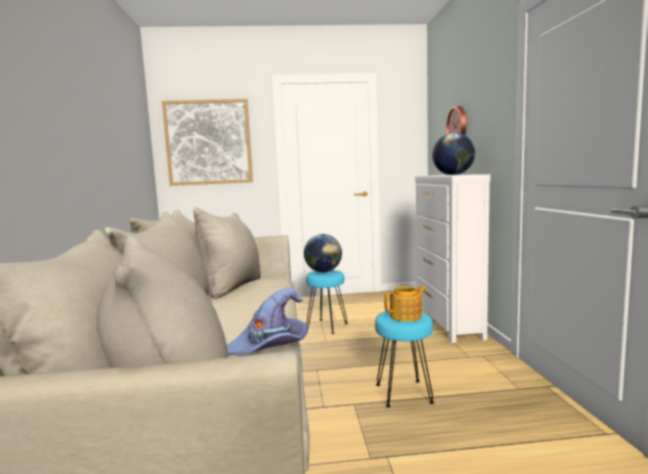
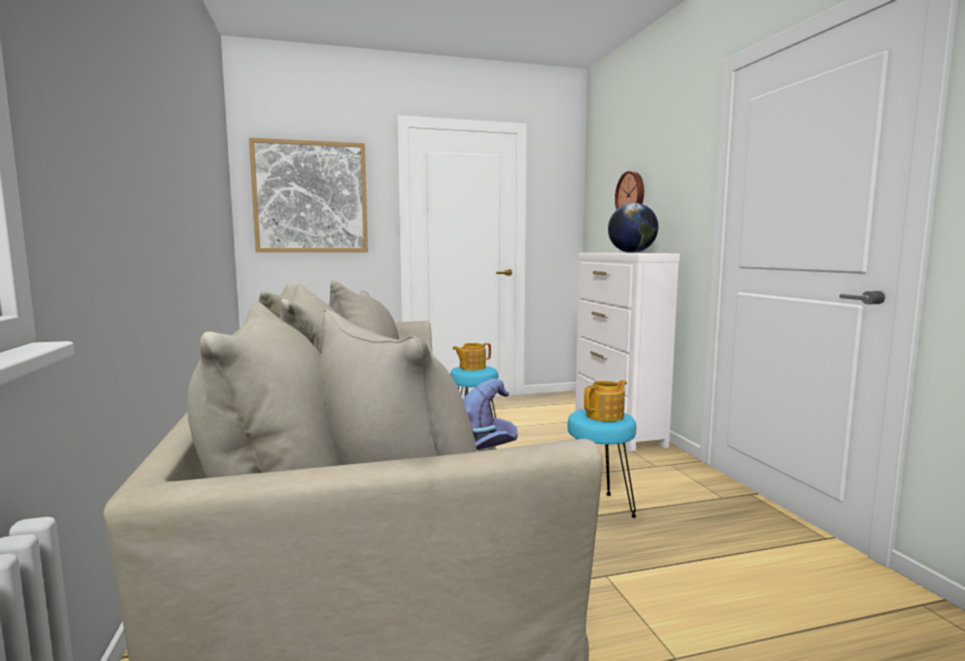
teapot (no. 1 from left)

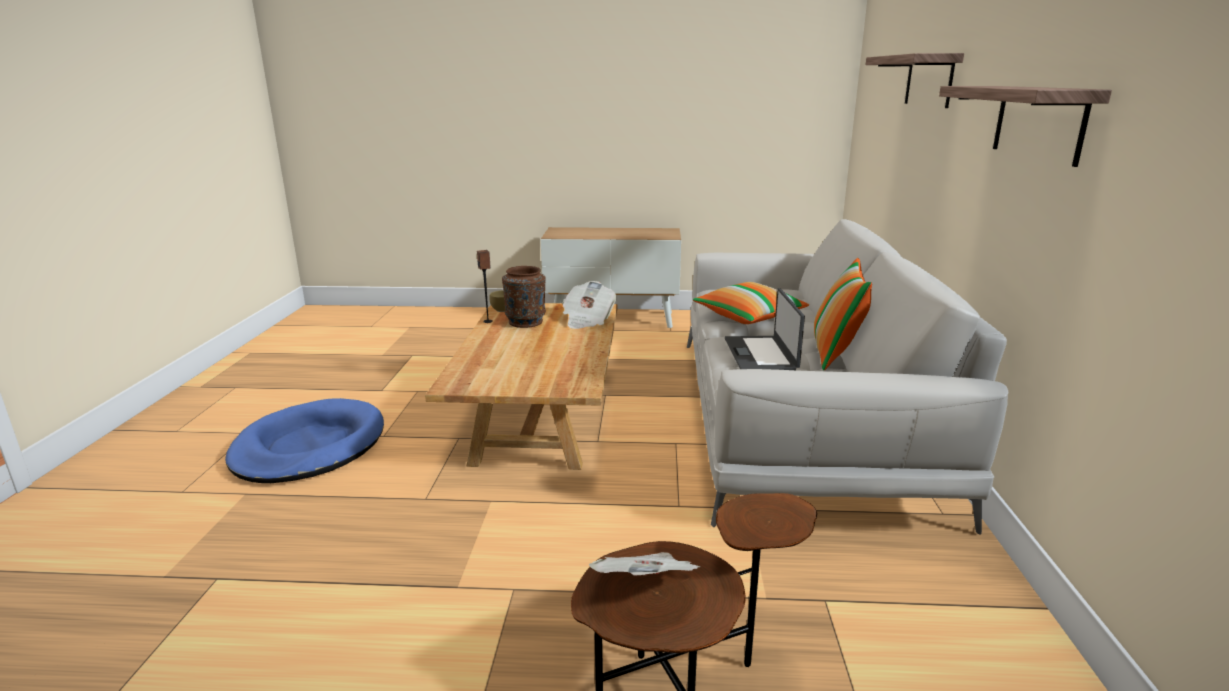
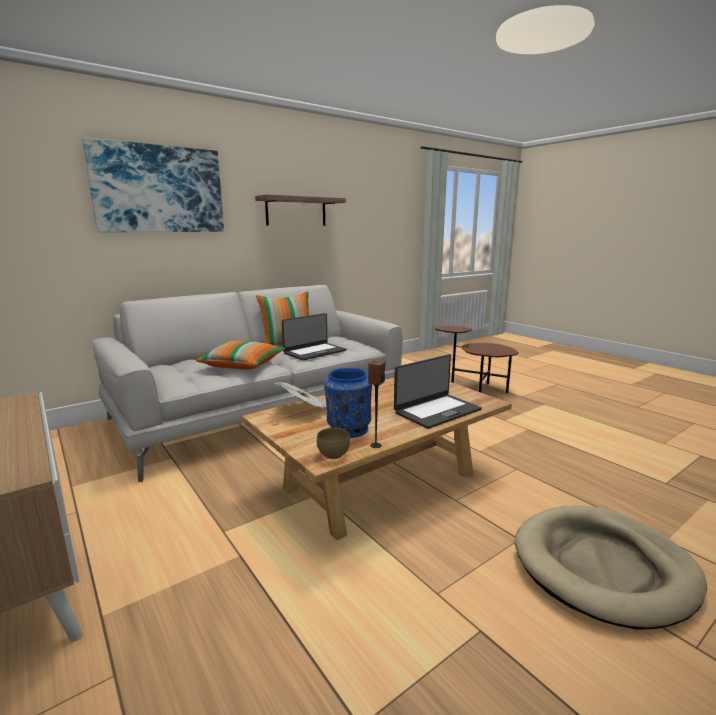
beige dog bed
blue vase
newspaper (no. 2 from left in the first image)
picture
laptop (no. 2 from left)

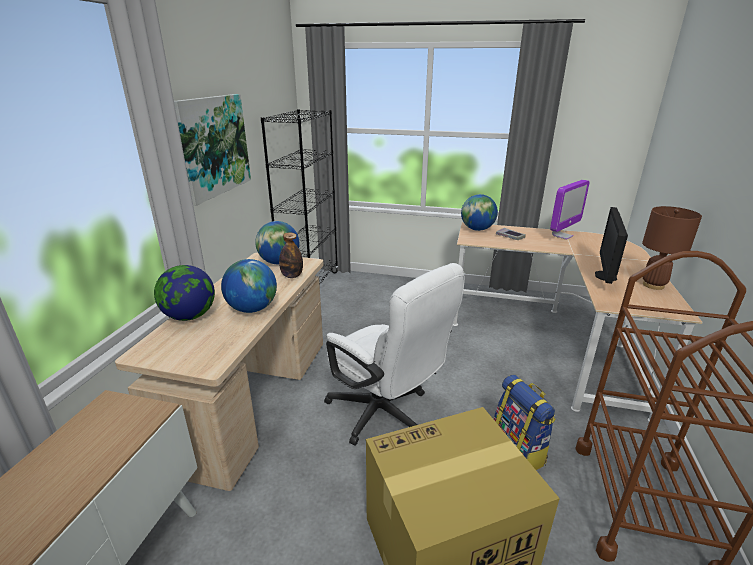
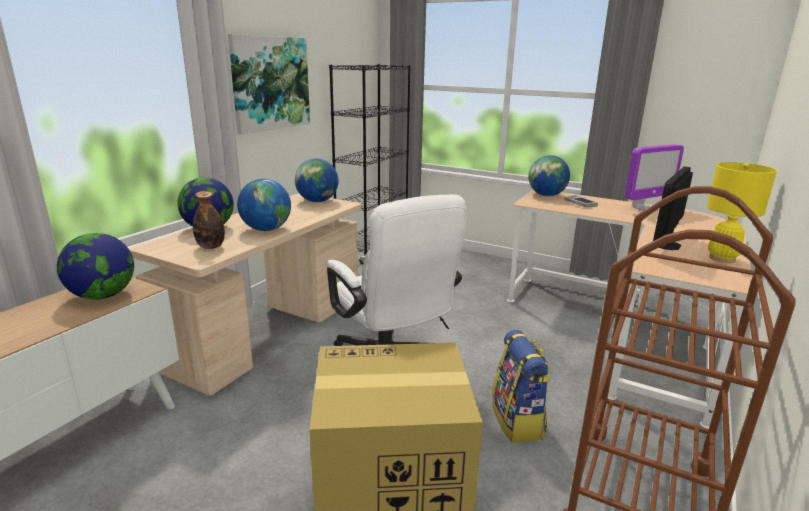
bottle
yellow table lamp
globe (no. 1 from left)

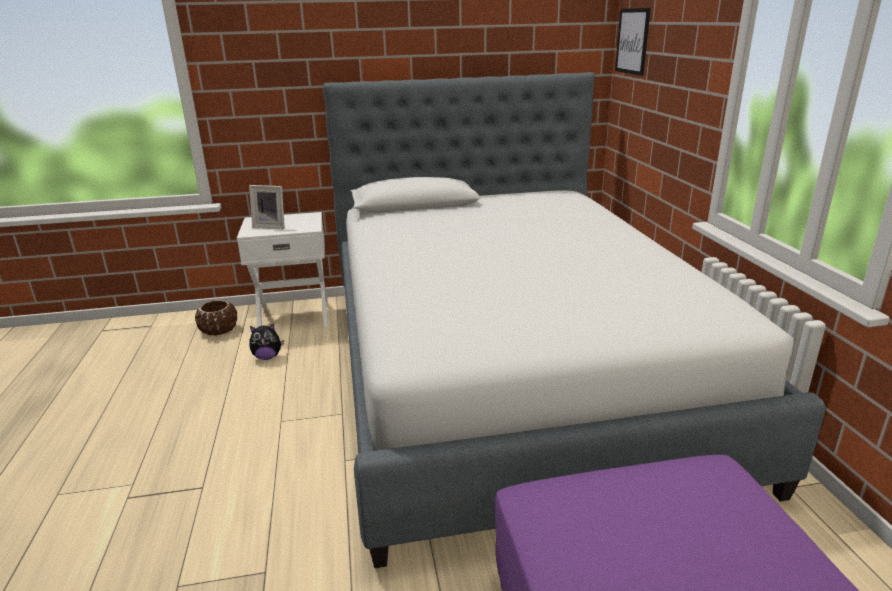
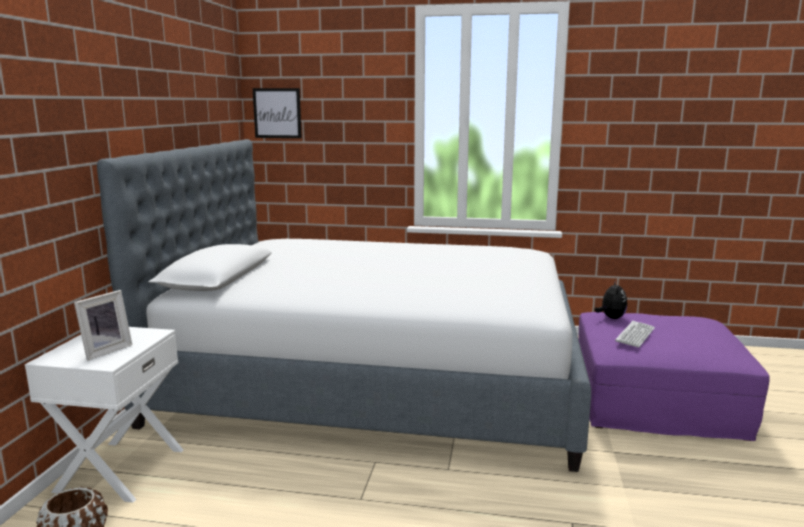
plush toy
keyboard

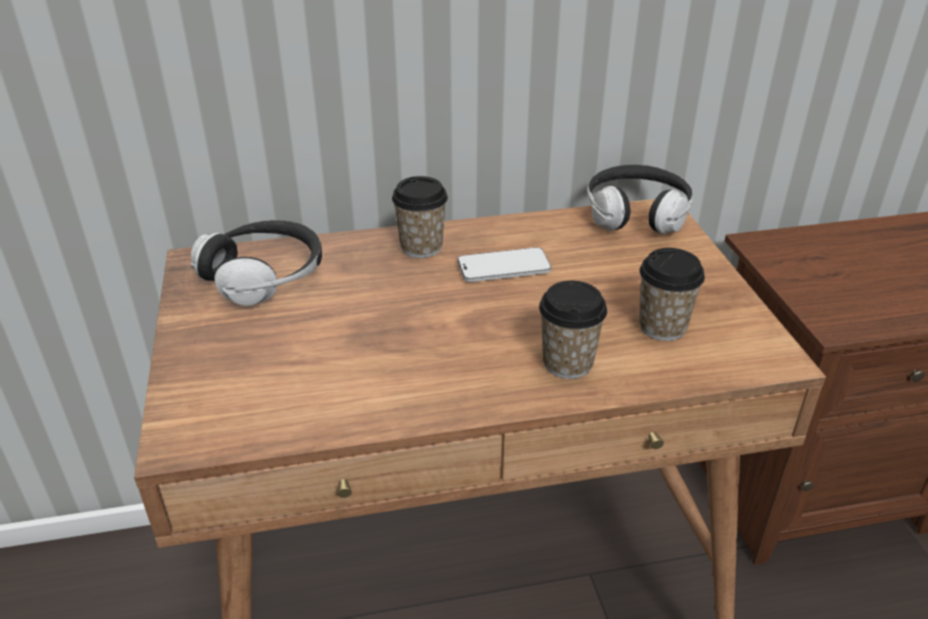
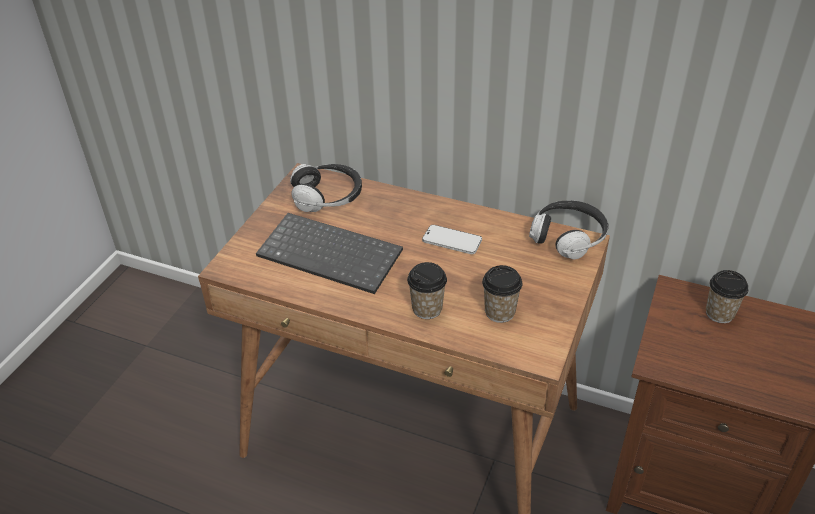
cup (no. 3 from left)
keyboard

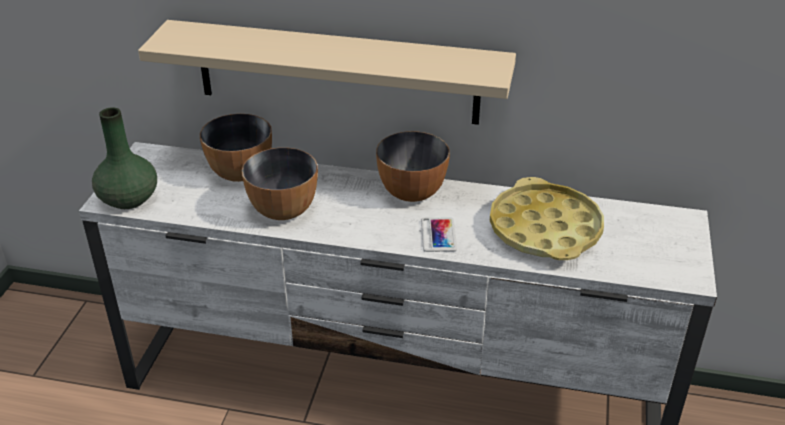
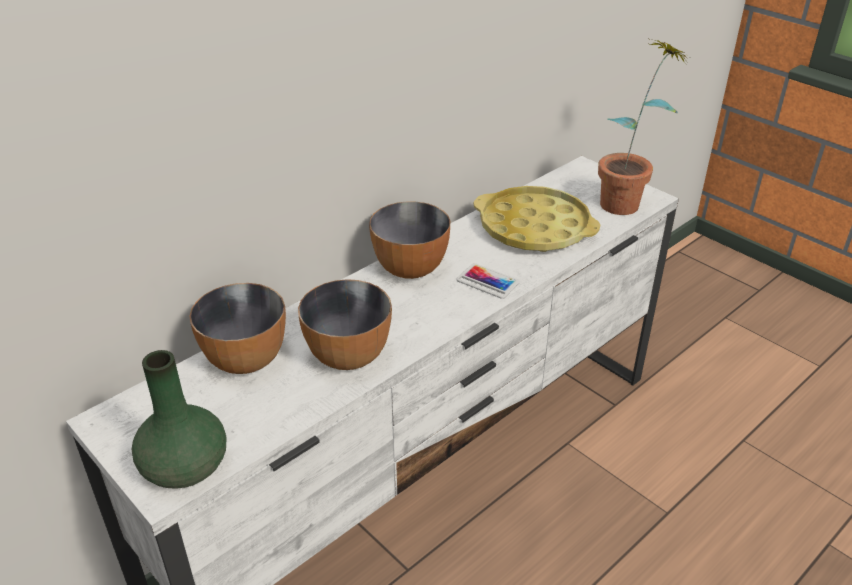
beige shelf
potted plant

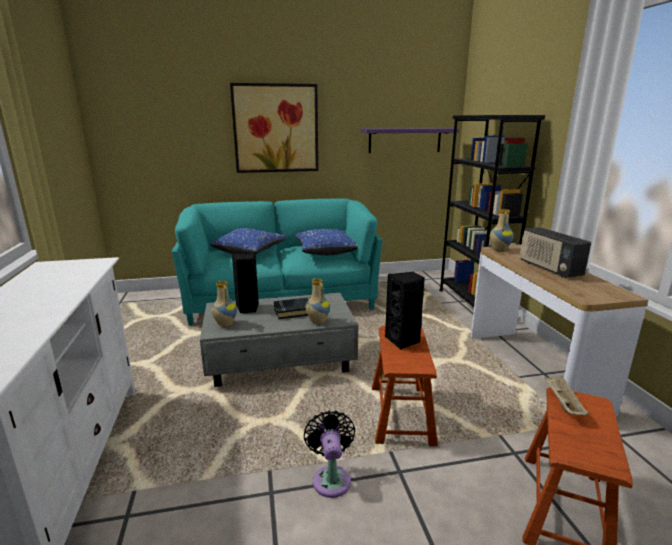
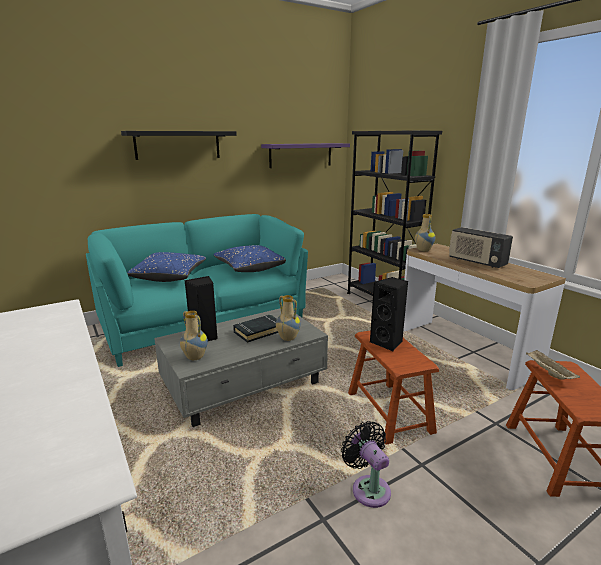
black shelf

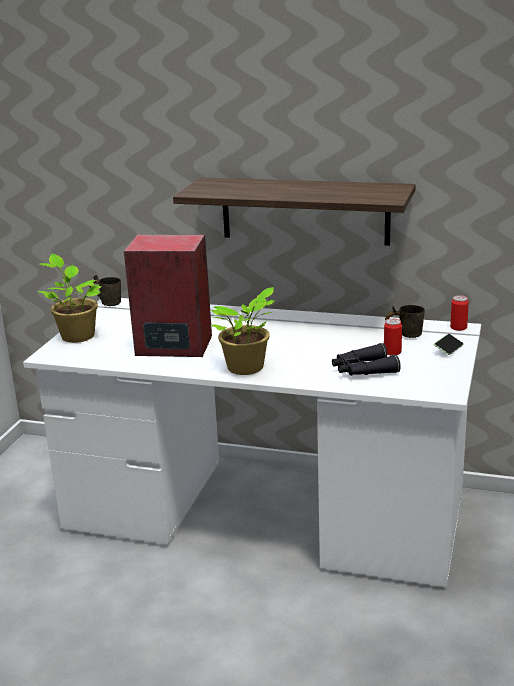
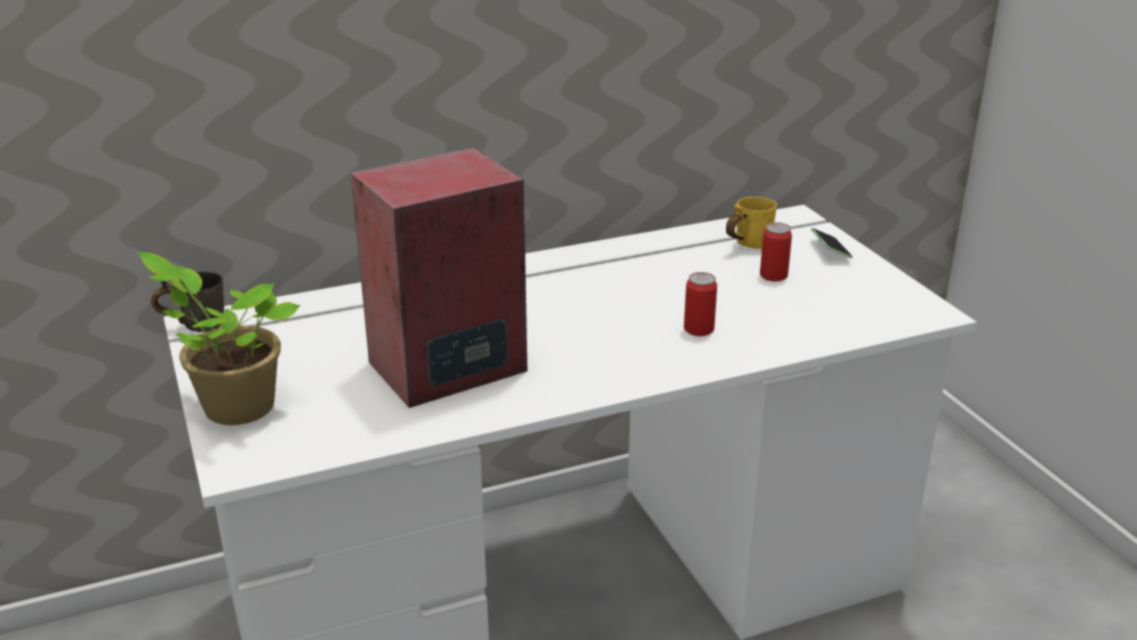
shelf
potted plant (no. 2 from left in the first image)
black binoculars
yellow mug
can (no. 1 from left)

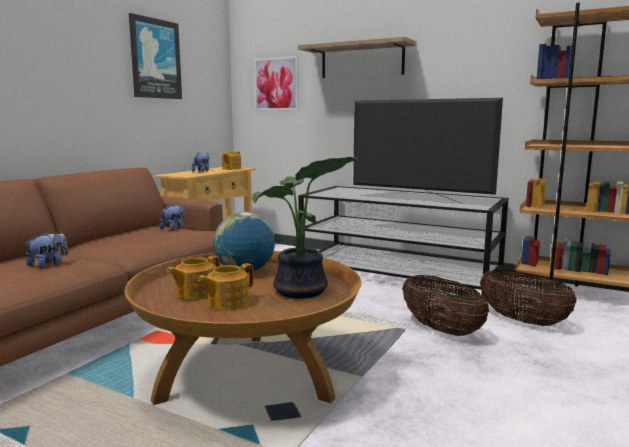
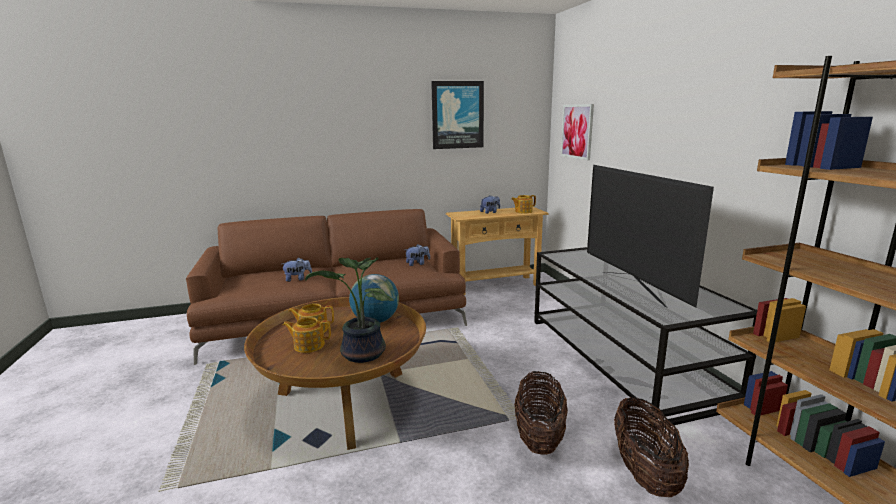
shelf

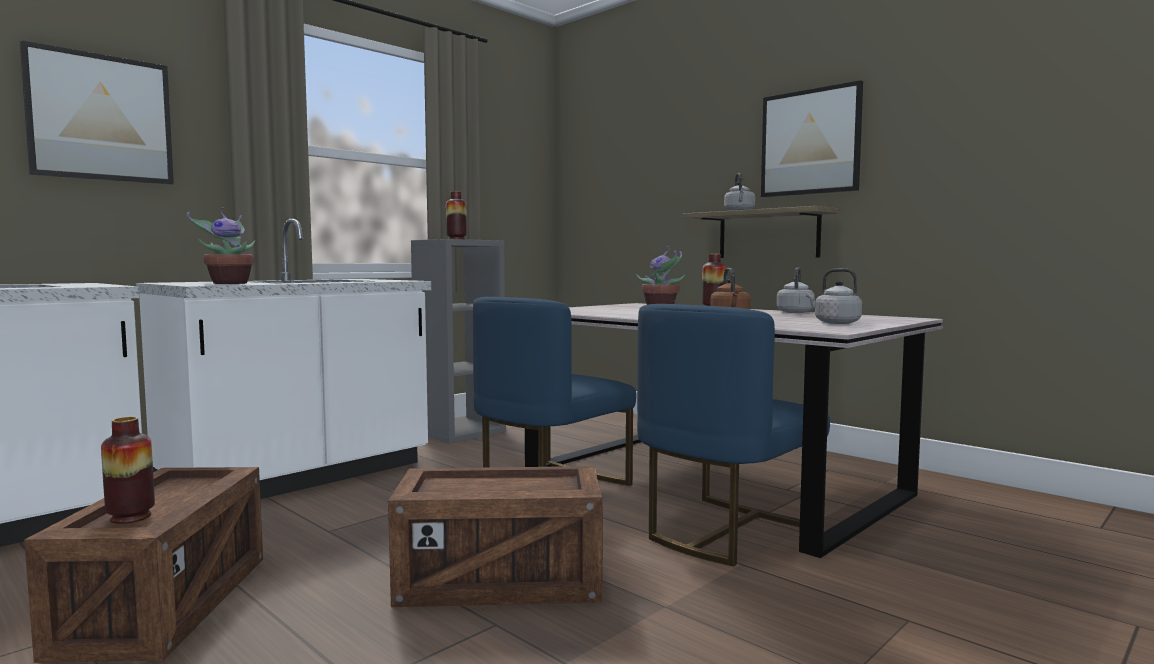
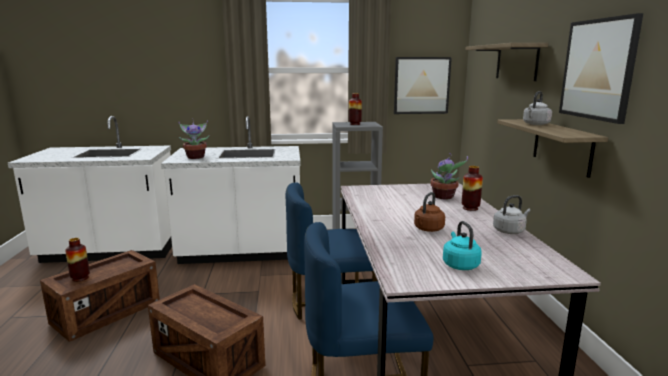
picture (no. 1 from left)
turquoise kettle
shelf (no. 1 from left)

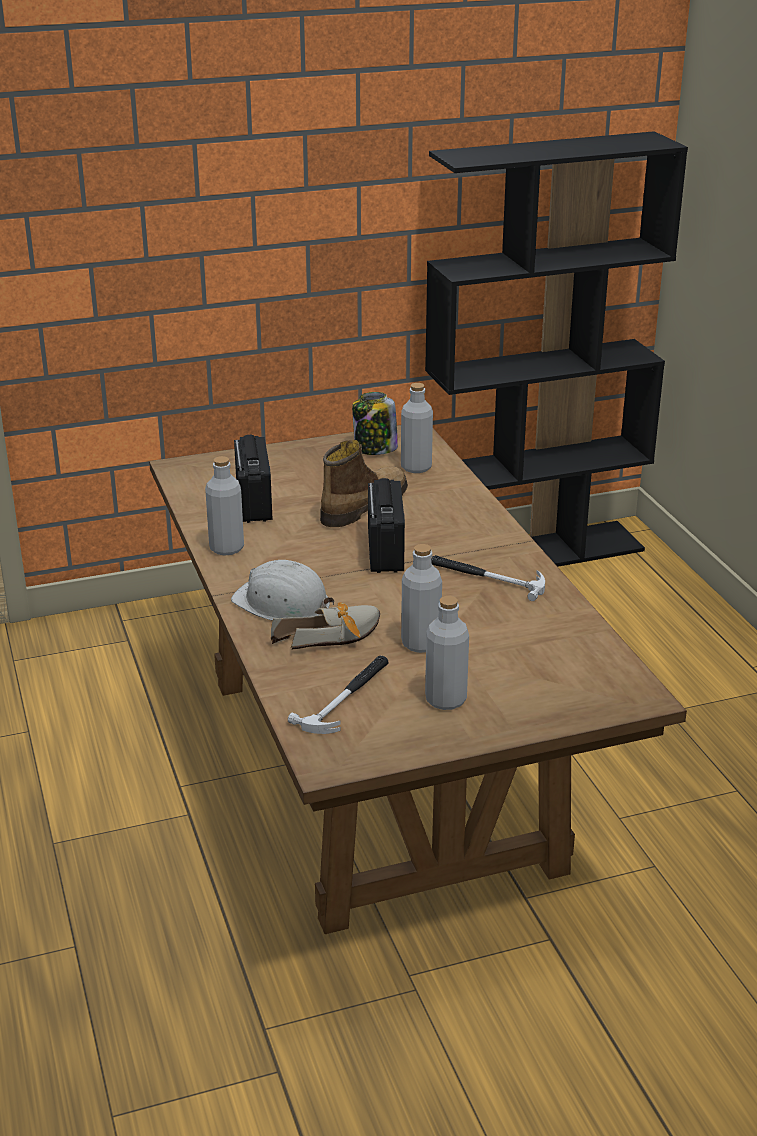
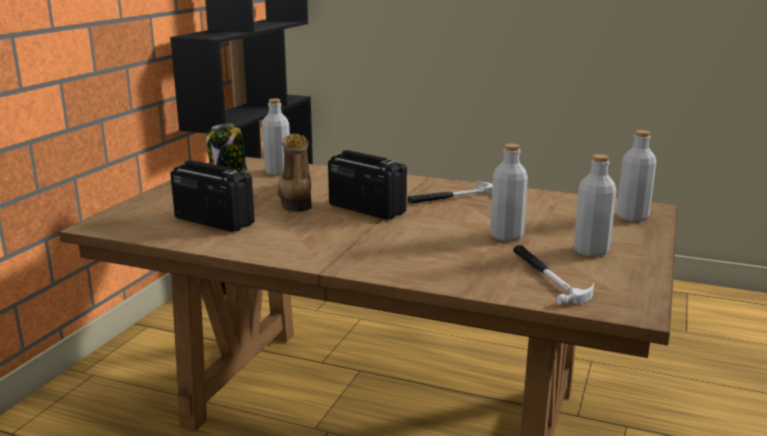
grey bottle (no. 4 from left)
white hard hat
shoe

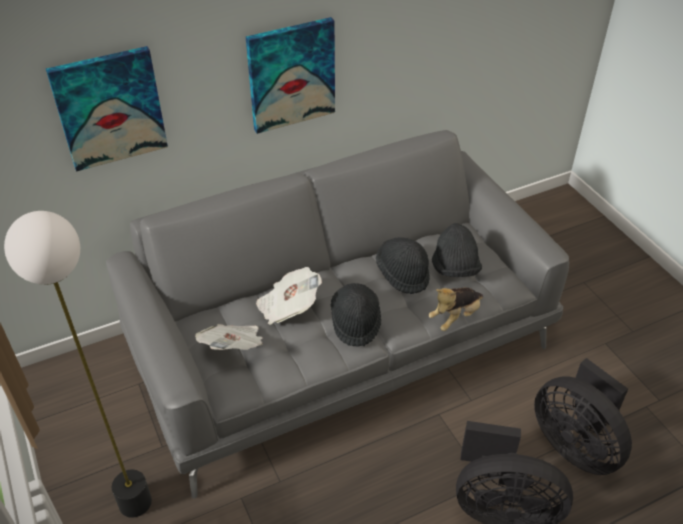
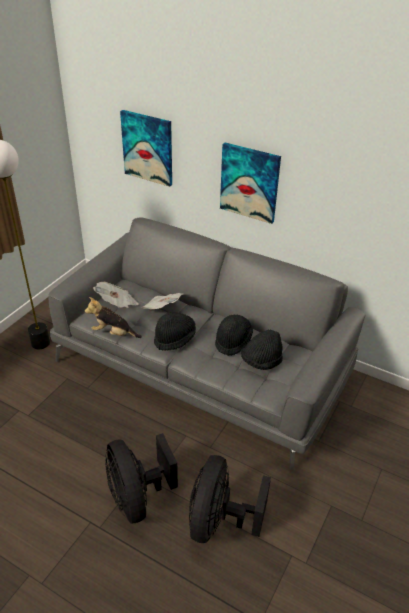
plush toy

